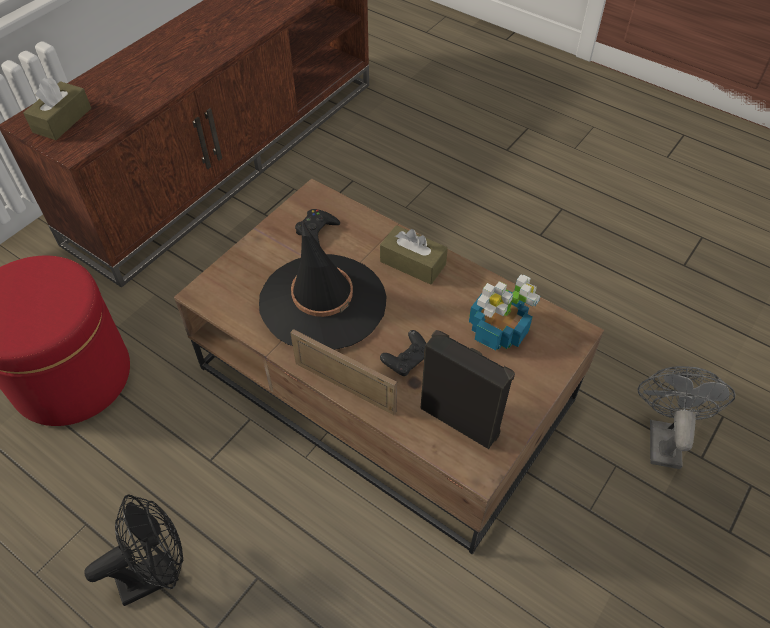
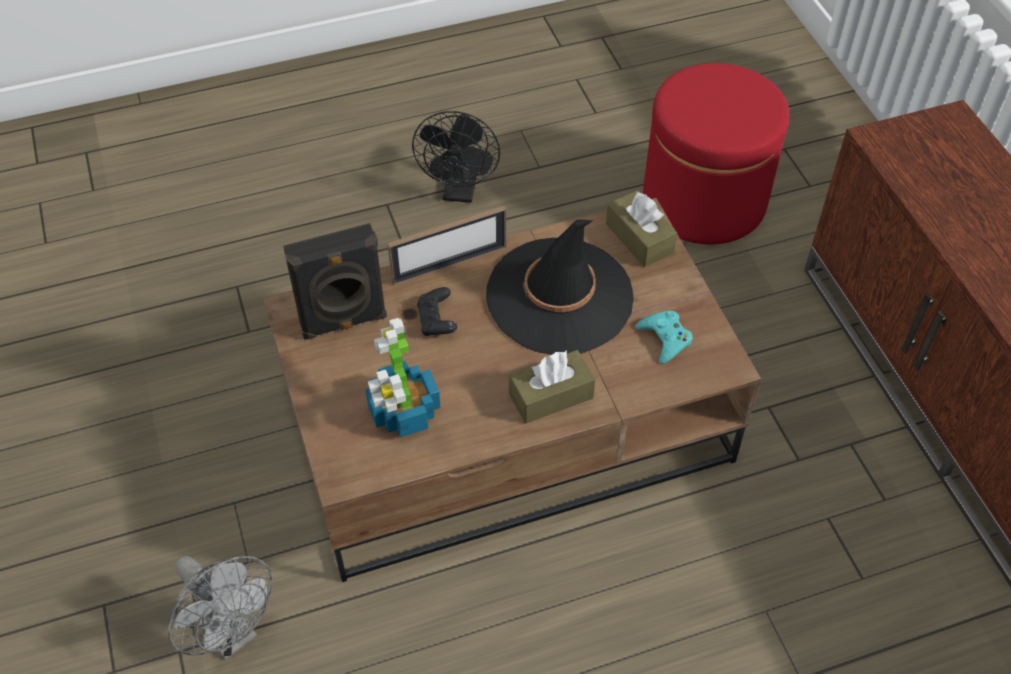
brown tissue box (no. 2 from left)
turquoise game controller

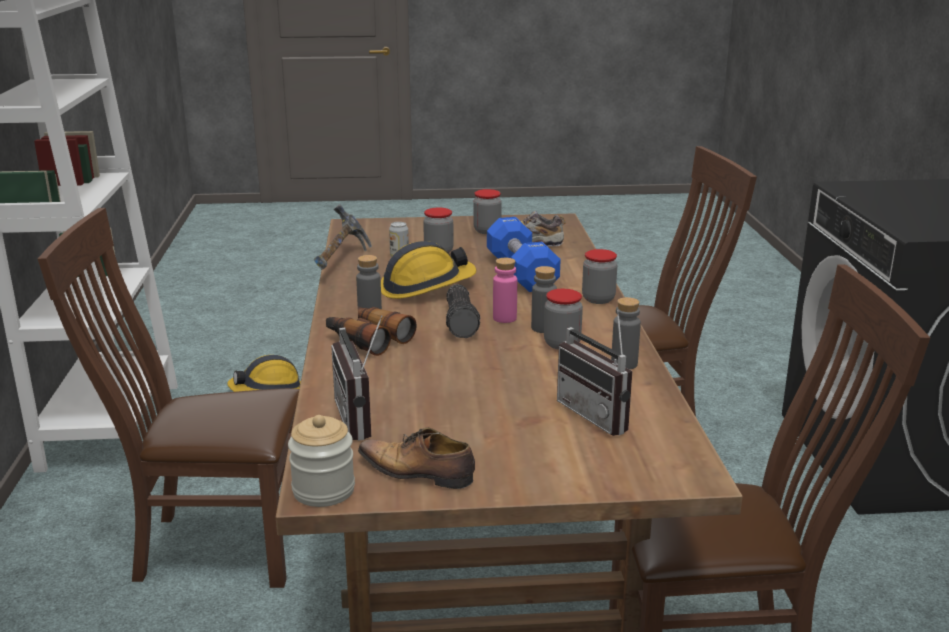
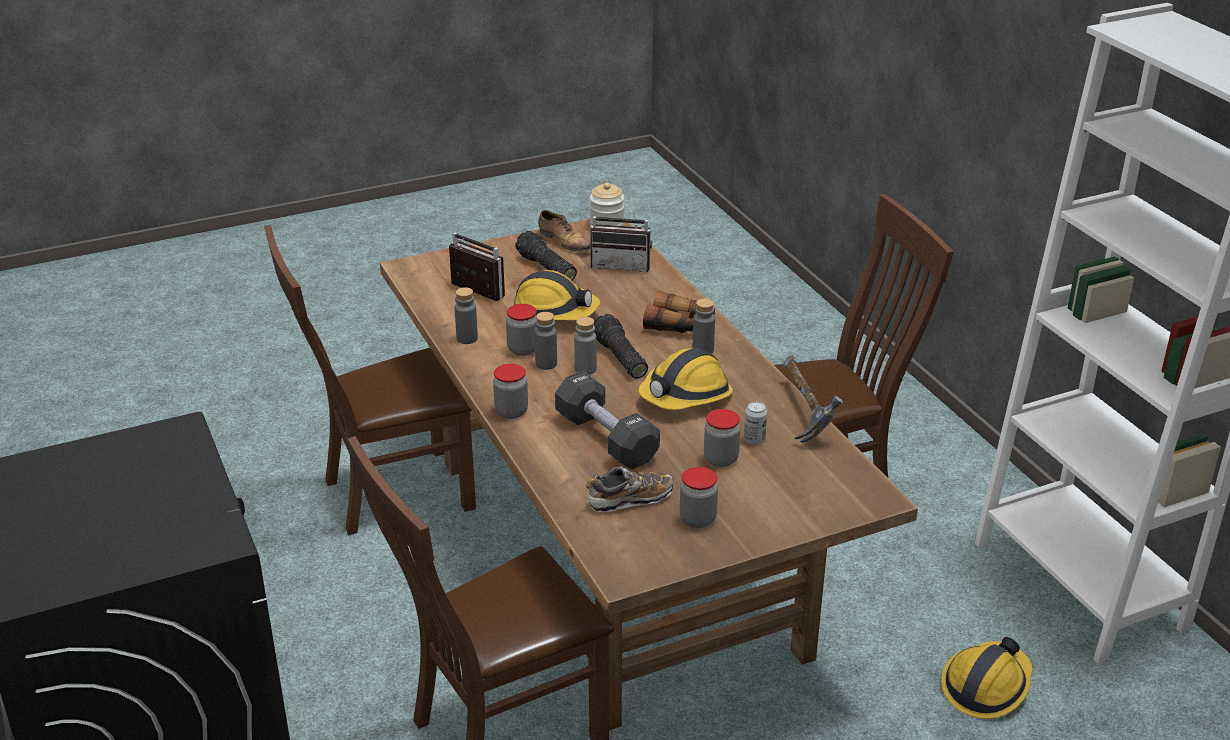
radio (no. 2 from left)
shoe (no. 1 from left)
black dumbbell
grey bottle (no. 3 from left)
hard hat (no. 1 from left)
flashlight (no. 1 from left)

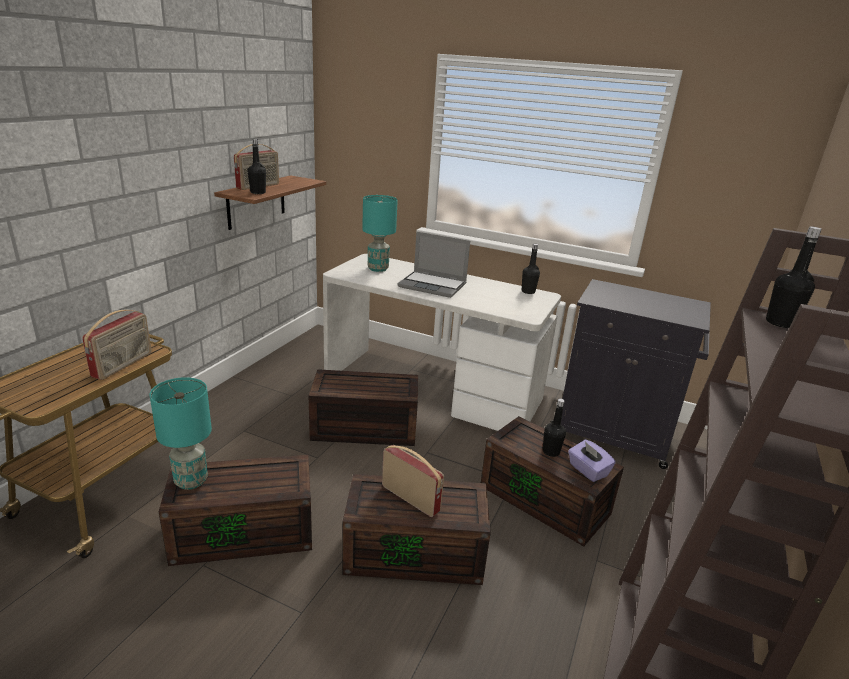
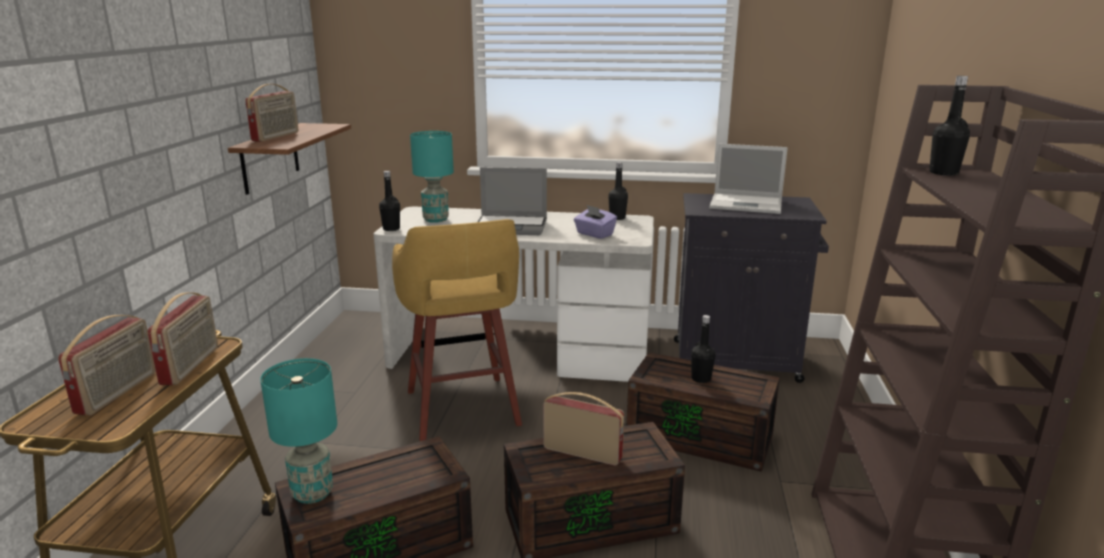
black bottle (no. 1 from left)
yellow stool
purple tissue box
radio (no. 1 from left)
laptop (no. 2 from left)

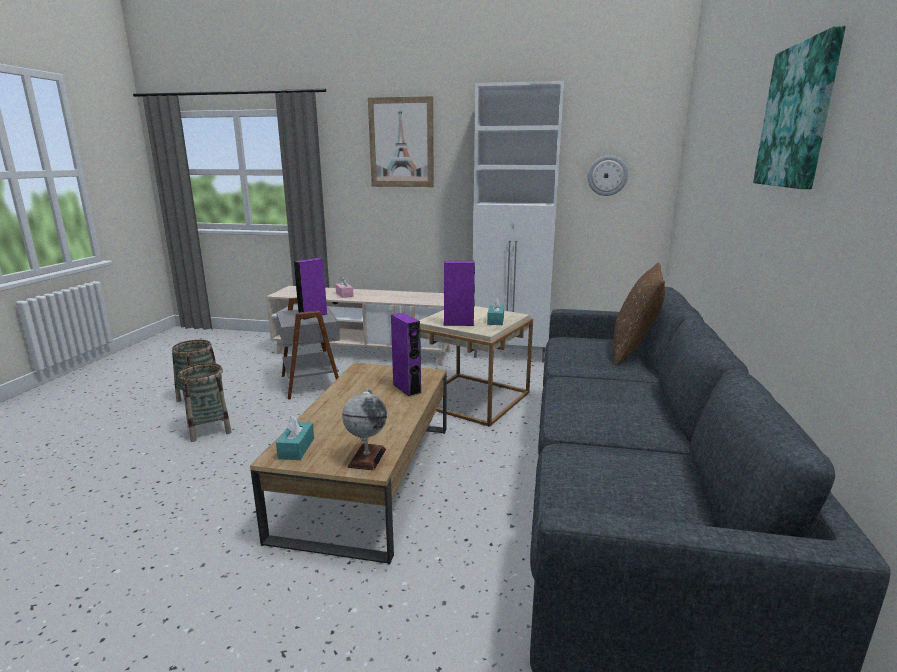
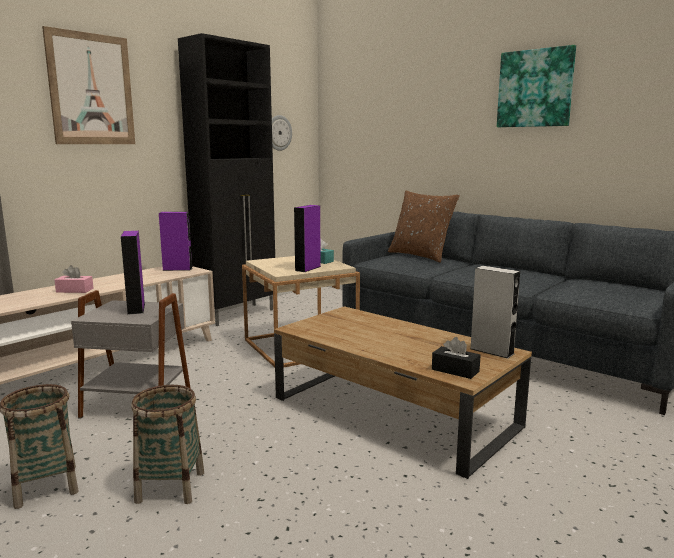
black tissue box
grey speaker
purple speaker (no. 2 from left)
black cabinet

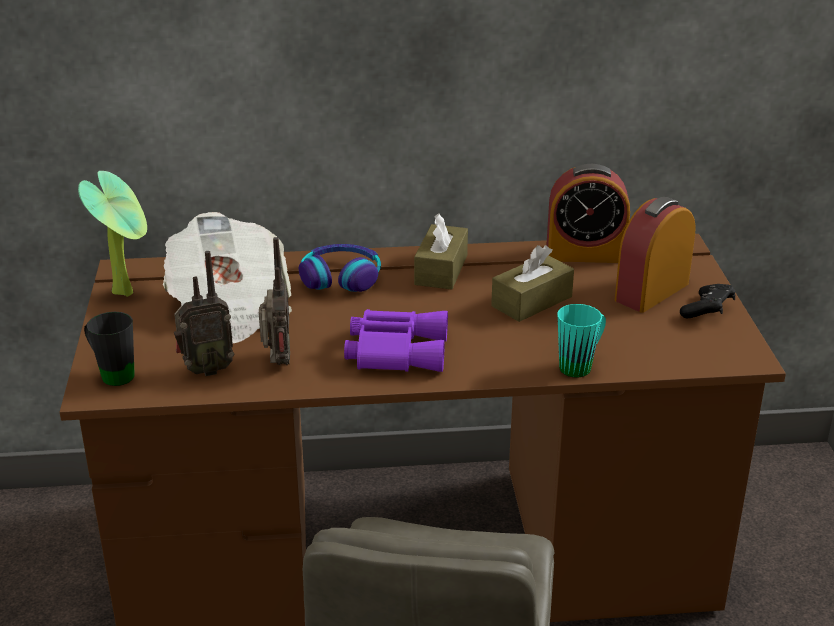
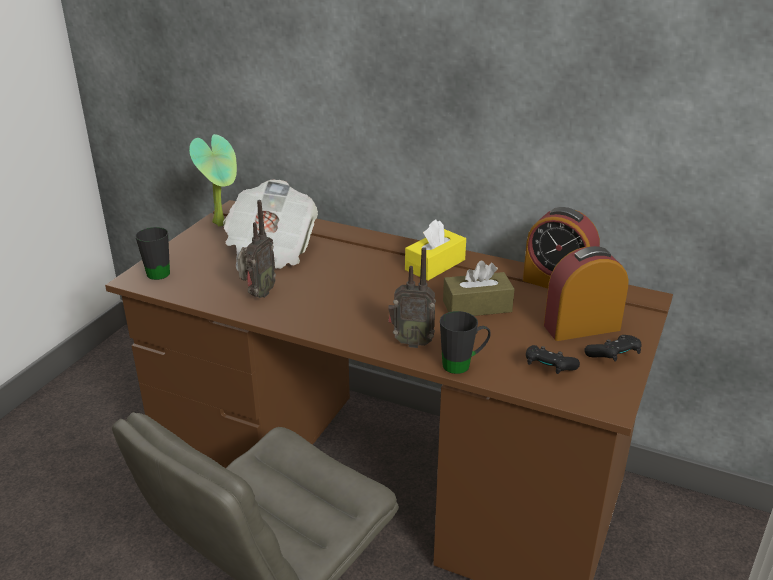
radio (no. 2 from left)
headphones
purple binoculars
yellow tissue box
black mug (no. 2 from left)
black game controller (no. 1 from left)

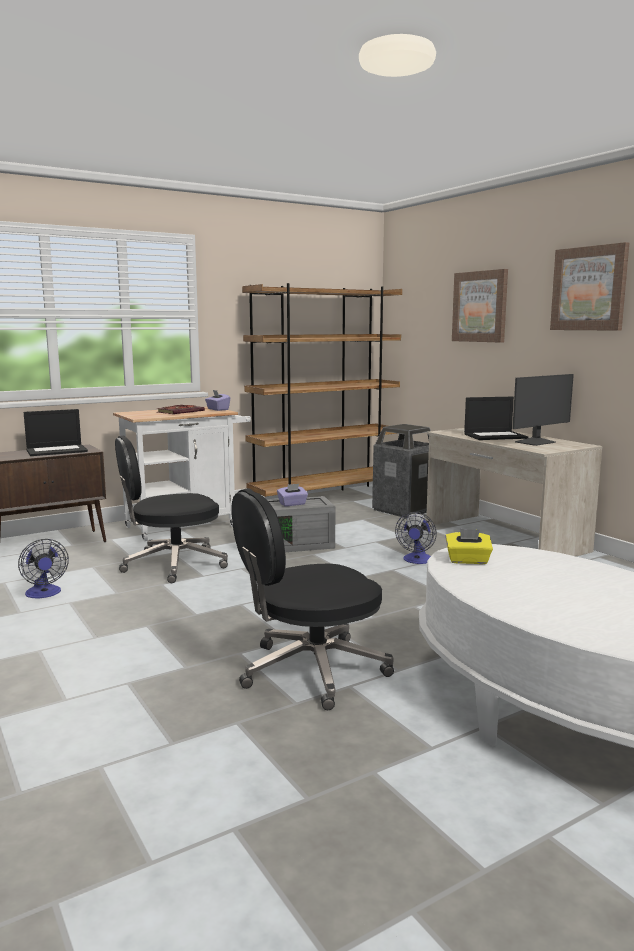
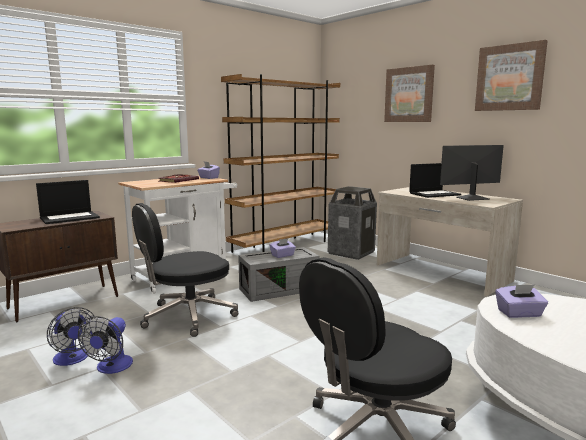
fan (no. 2 from left)
purple tissue box (no. 3 from left)
monitor

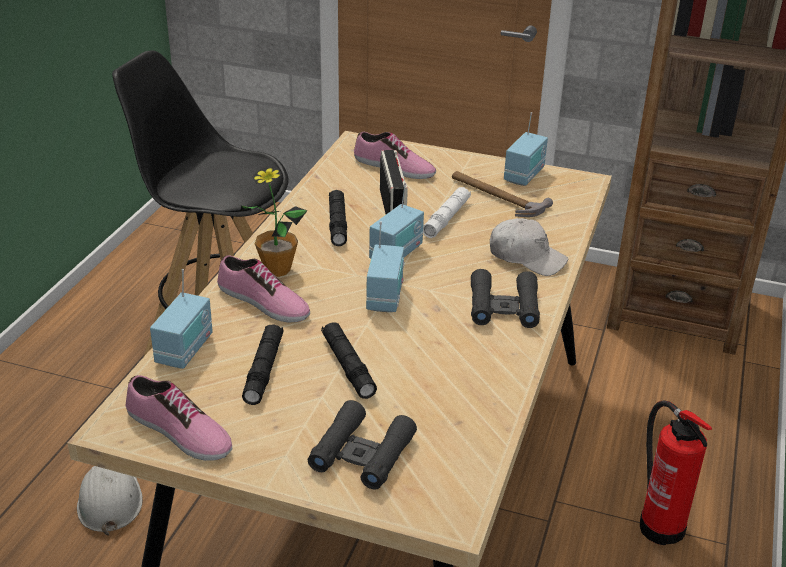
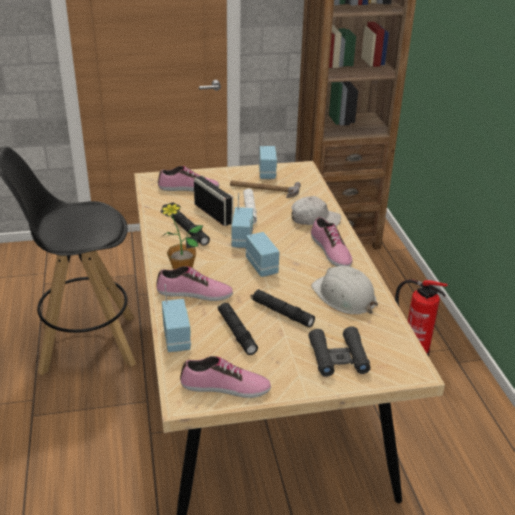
white hard hat
shoe (no. 4 from left)

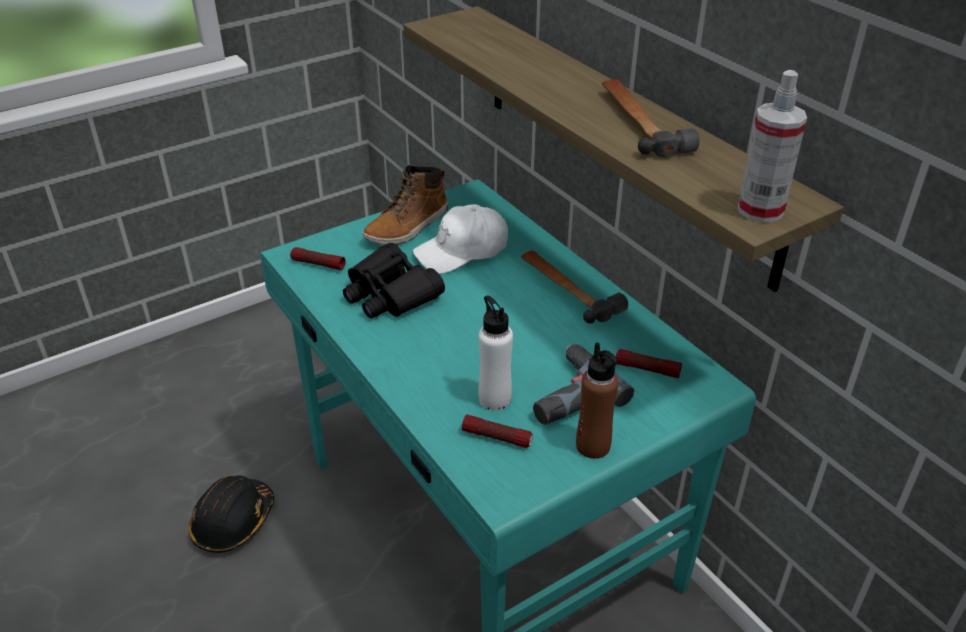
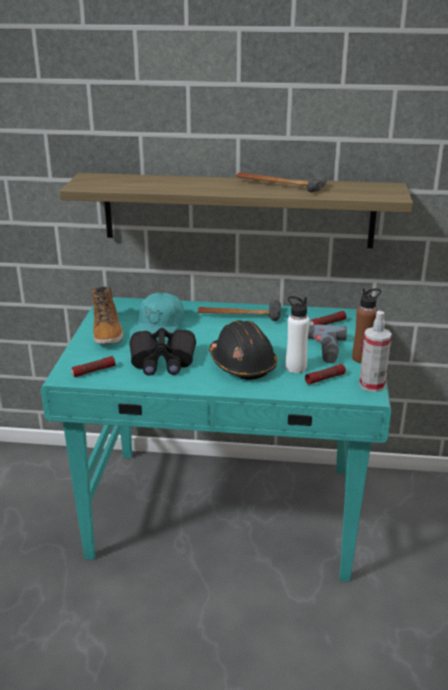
black hard hat
turquoise cap
spray bottle

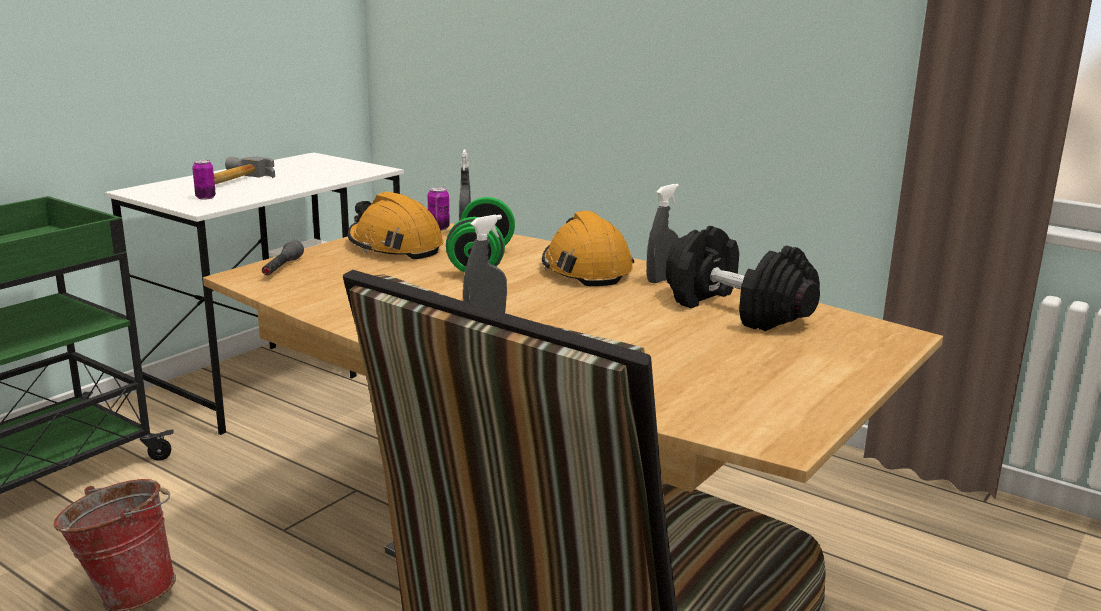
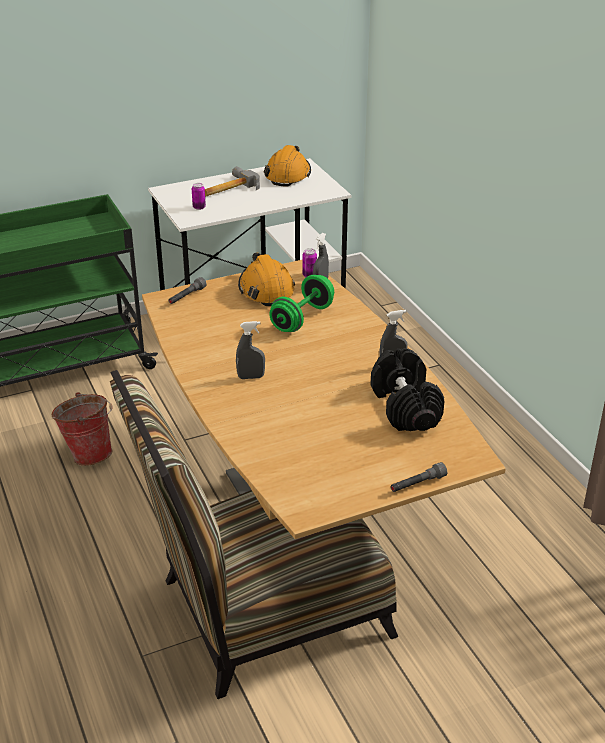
orange hard hat (no. 2 from left)
grey flashlight (no. 2 from left)

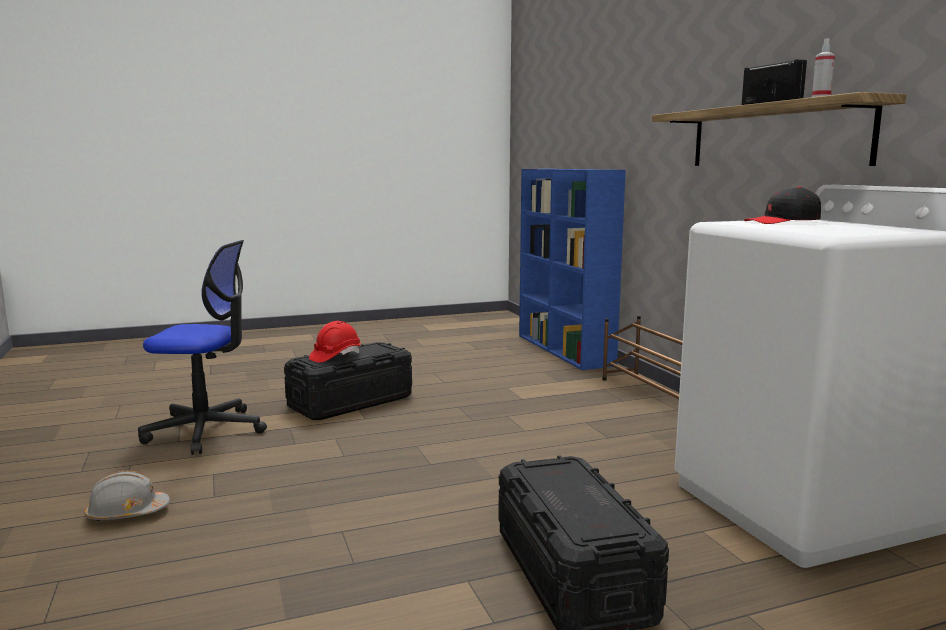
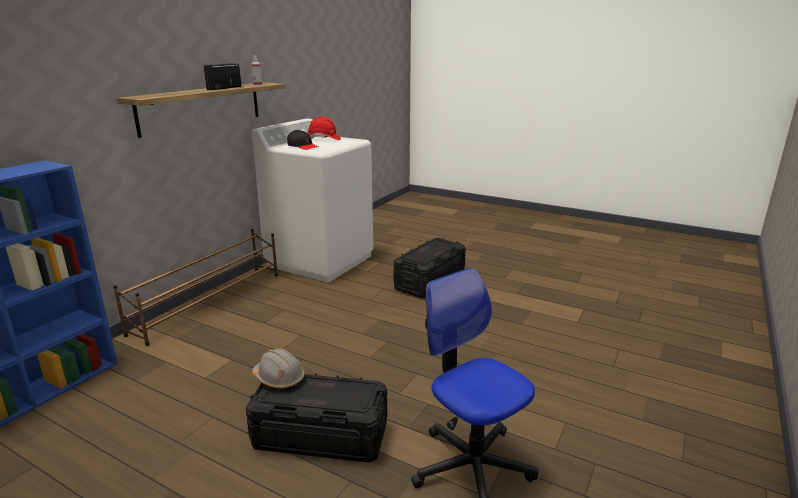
grey hard hat
red hard hat

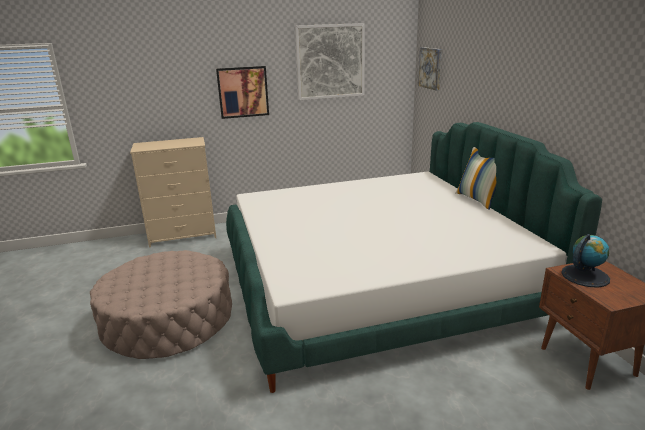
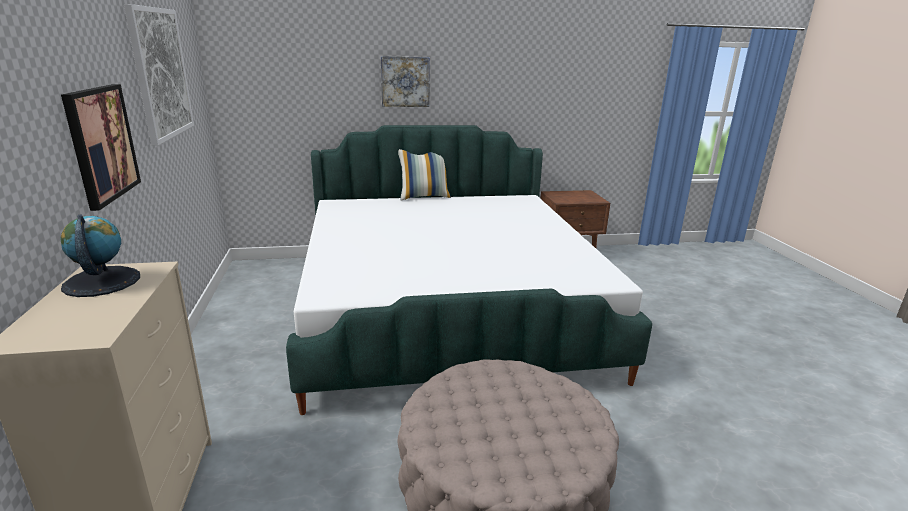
picture (no. 3 from left)
globe

